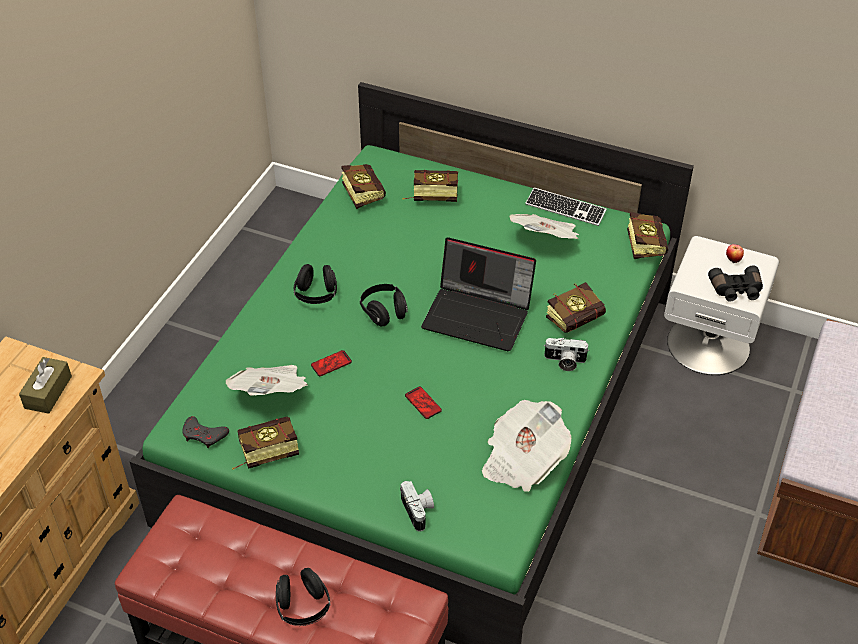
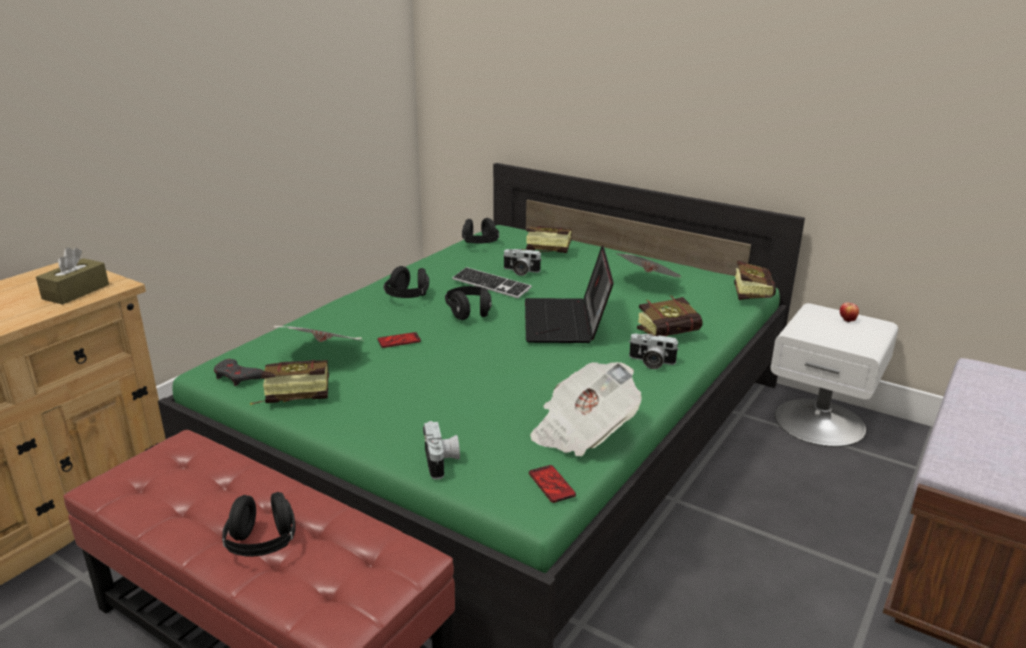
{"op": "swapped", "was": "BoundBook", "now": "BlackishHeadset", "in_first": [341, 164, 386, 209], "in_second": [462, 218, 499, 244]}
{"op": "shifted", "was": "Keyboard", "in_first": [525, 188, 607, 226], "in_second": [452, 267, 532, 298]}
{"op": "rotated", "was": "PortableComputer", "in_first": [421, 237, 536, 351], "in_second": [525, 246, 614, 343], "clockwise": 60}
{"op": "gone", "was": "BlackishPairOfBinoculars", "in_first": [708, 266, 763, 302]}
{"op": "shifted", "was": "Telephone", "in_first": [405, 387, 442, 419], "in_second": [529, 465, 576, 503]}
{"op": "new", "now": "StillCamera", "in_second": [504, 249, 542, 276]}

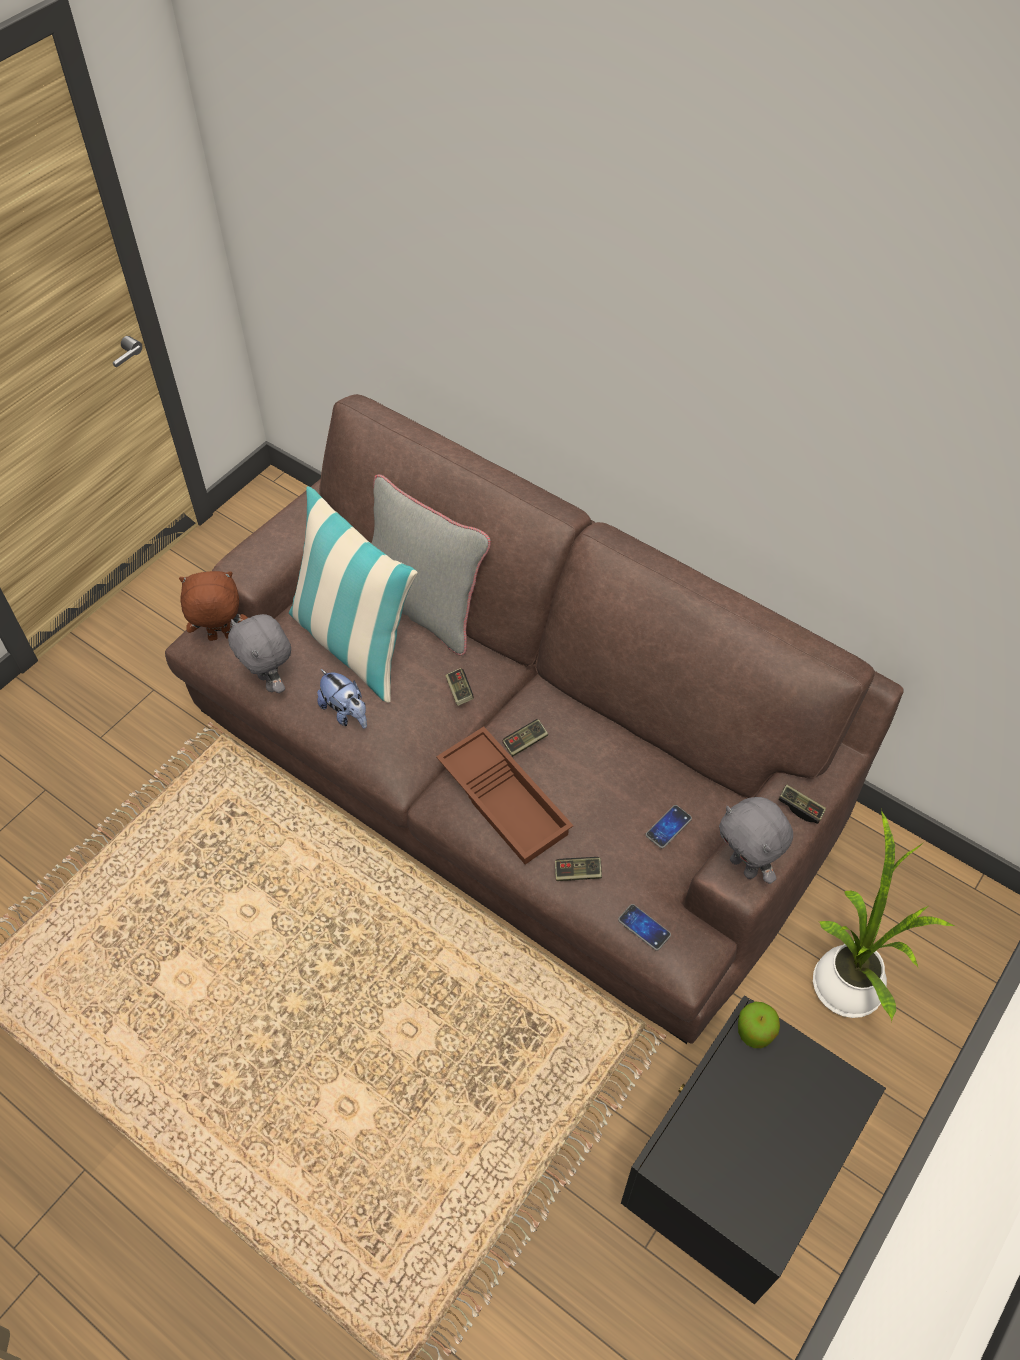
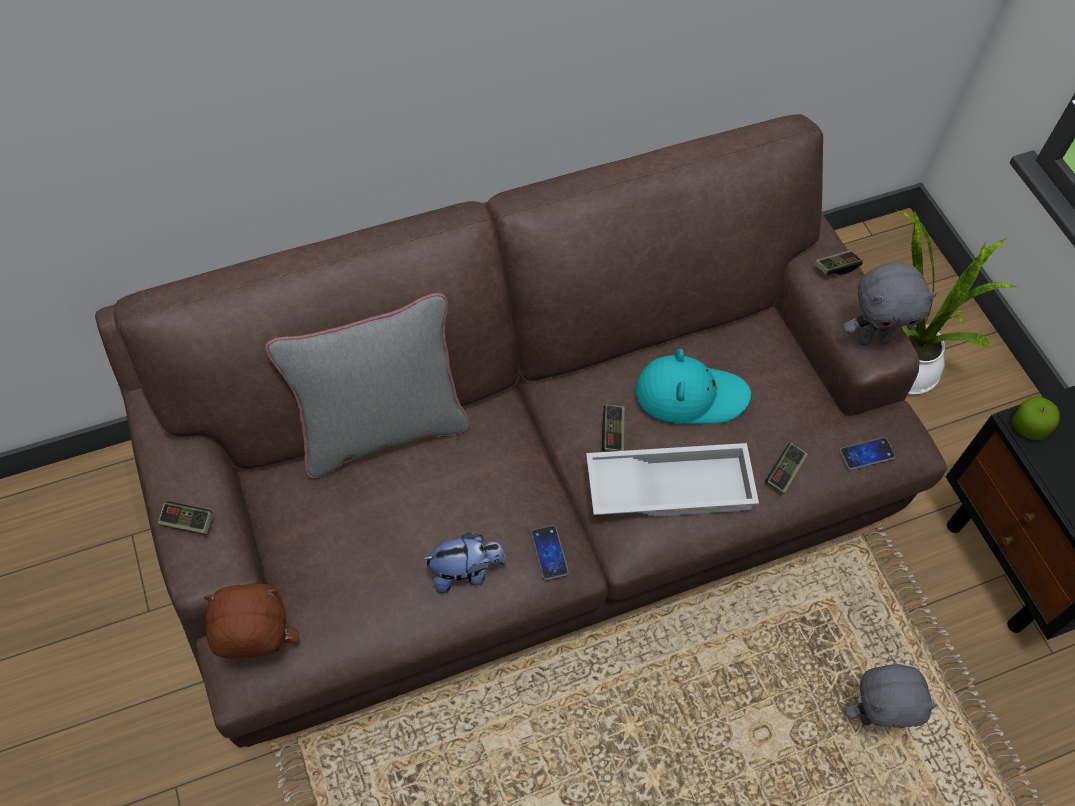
{"op": "gone", "was": "Cushion", "in_first": [289, 486, 418, 703]}
{"op": "rotated", "was": "BrownColouredSoftToy", "in_first": [179, 571, 248, 641], "in_second": [204, 583, 299, 658], "clockwise": 60}
{"op": "shifted", "was": "GreyishSoftToy", "in_first": [228, 614, 291, 693], "in_second": [845, 664, 938, 728]}
{"op": "shifted", "was": "GameController", "in_first": [445, 668, 474, 706], "in_second": [158, 501, 213, 535]}
{"op": "repainted", "was": "BrownColouredServingTray", "now": "WhiteServingTray", "in_first": [436, 727, 573, 864], "in_second": [586, 443, 759, 517]}
{"op": "shifted", "was": "Telephone", "in_first": [646, 805, 692, 848], "in_second": [531, 525, 569, 580]}
{"op": "new", "now": "BlueGreenClothingHat", "in_second": [636, 349, 751, 424]}

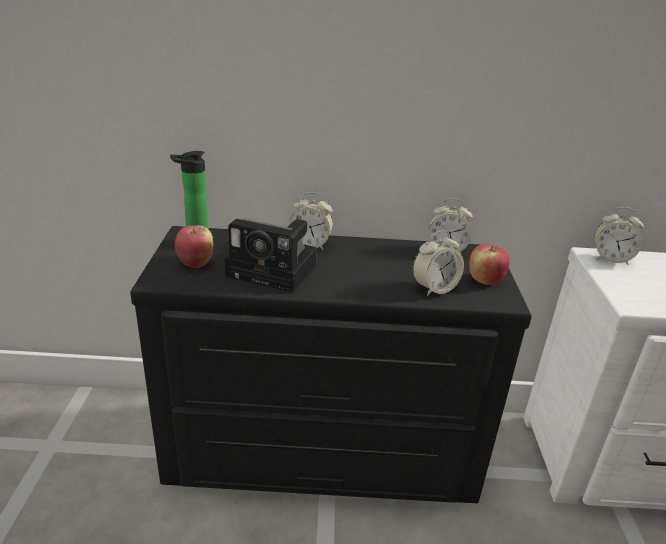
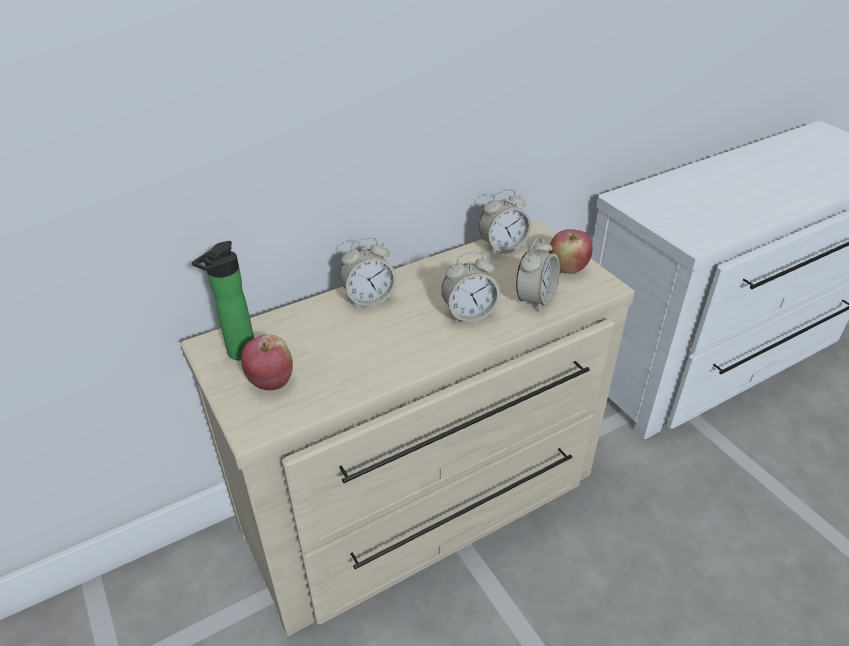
{"op": "shifted", "was": "TableClock", "in_first": [594, 207, 644, 265], "in_second": [441, 252, 500, 323]}
{"op": "gone", "was": "StillCamera", "in_first": [225, 219, 317, 292]}
{"op": "repainted", "was": "BlackishChestOfDrawers", "now": "SandColouredChestOfDrawers", "in_first": [130, 226, 532, 503], "in_second": [180, 220, 635, 636]}

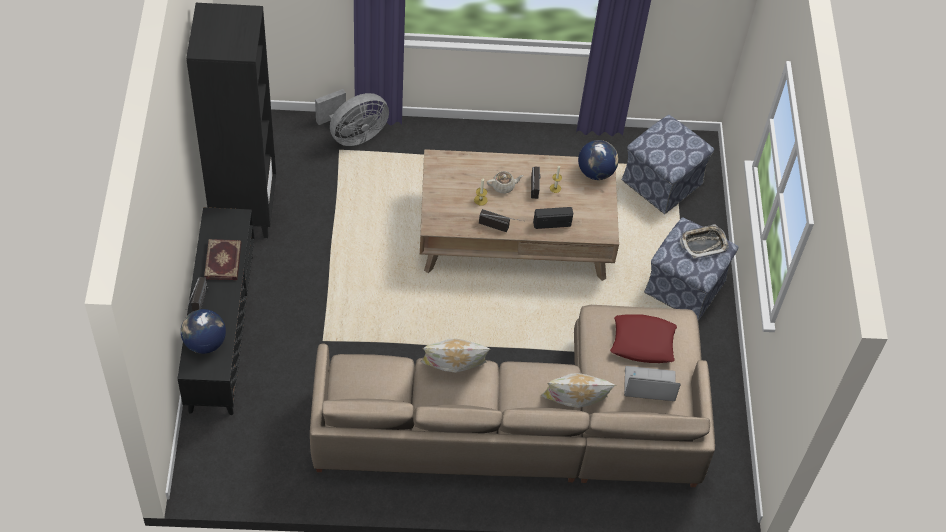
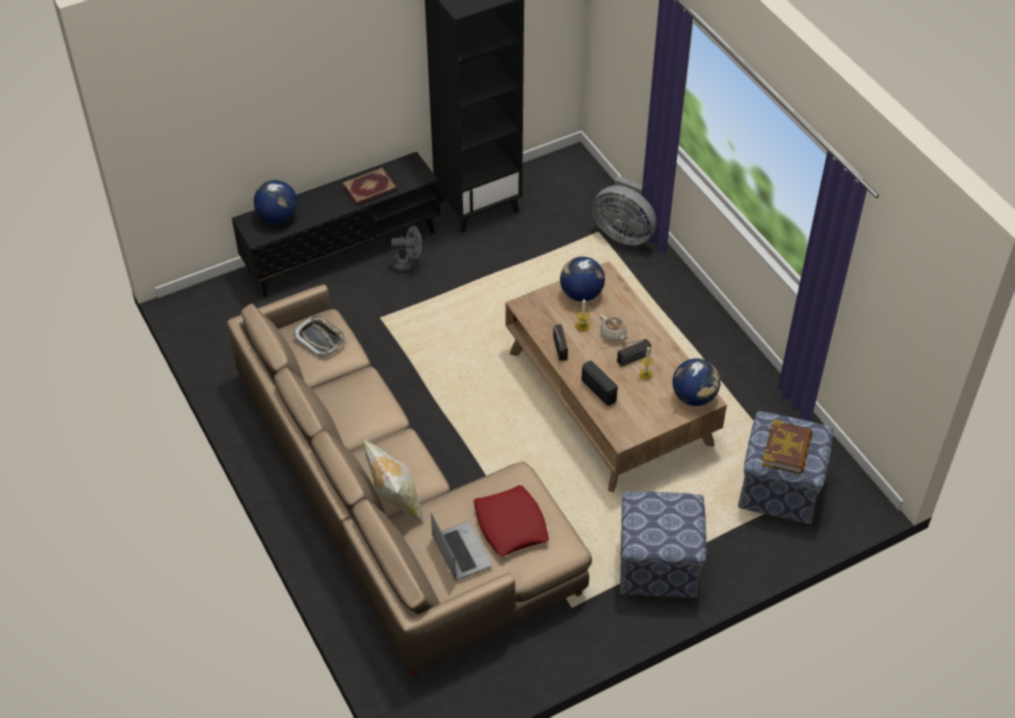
{"op": "shifted", "was": "ServingTray", "in_first": [680, 224, 729, 258], "in_second": [293, 316, 346, 357]}
{"op": "gone", "was": "Radio", "in_first": [186, 277, 209, 311]}
{"op": "gone", "was": "Cushion", "in_first": [420, 339, 491, 373]}
{"op": "new", "now": "GreyishFan", "in_second": [391, 226, 422, 274]}
{"op": "new", "now": "WorldGlobe", "in_second": [560, 257, 605, 302]}
{"op": "new", "now": "BoundBook", "in_second": [762, 419, 812, 474]}

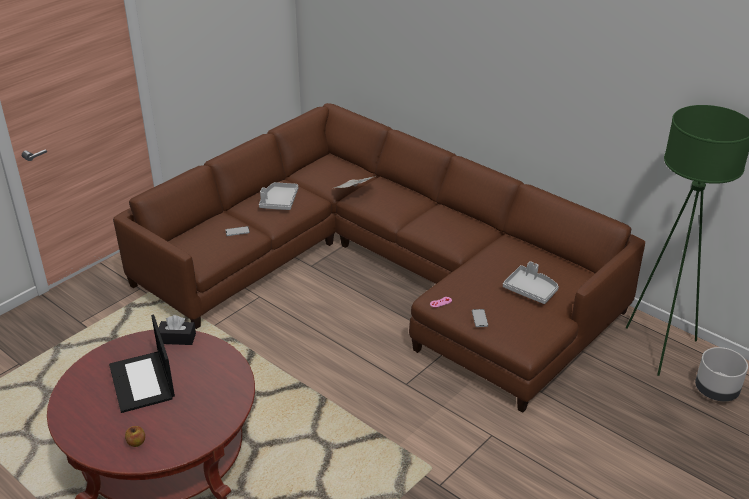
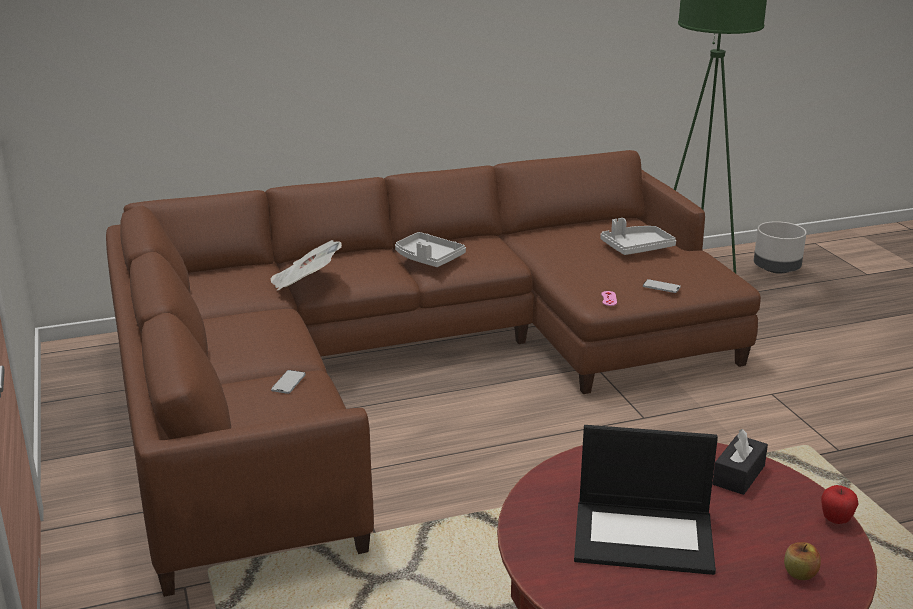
{"op": "shifted", "was": "GreyishServingTray", "in_first": [259, 182, 298, 210], "in_second": [395, 232, 466, 267]}
{"op": "shifted", "was": "BlackishTissueBox", "in_first": [159, 315, 196, 345], "in_second": [713, 429, 768, 495]}
{"op": "new", "now": "Apple", "in_second": [821, 485, 858, 524]}

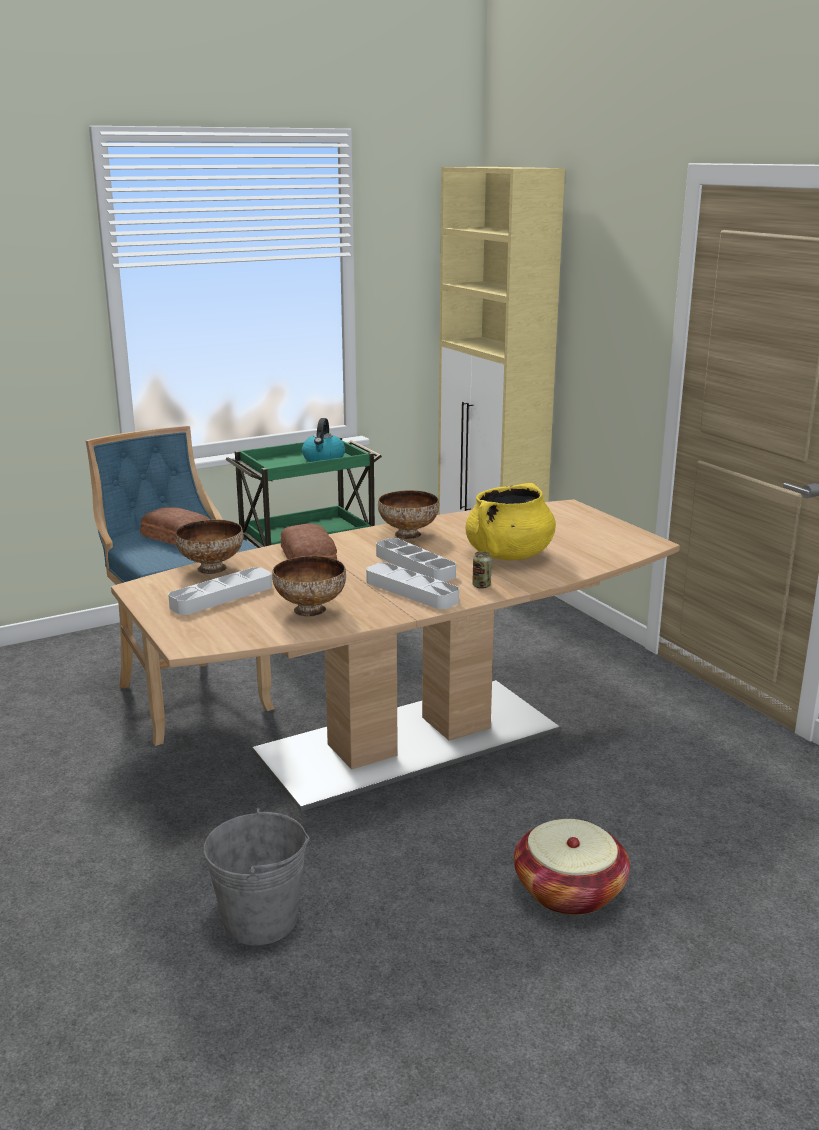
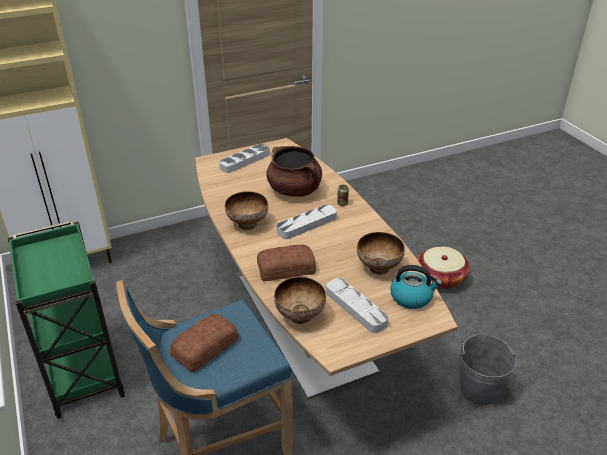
{"op": "shifted", "was": "TeaKettle", "in_first": [302, 418, 345, 462], "in_second": [390, 265, 442, 309]}
{"op": "repainted", "was": "YellowishSaucepot", "now": "BrownColouredSaucepot", "in_first": [465, 483, 556, 560], "in_second": [266, 146, 322, 197]}
{"op": "shifted", "was": "GreyishServingTray", "in_first": [366, 562, 459, 609], "in_second": [219, 143, 270, 173]}

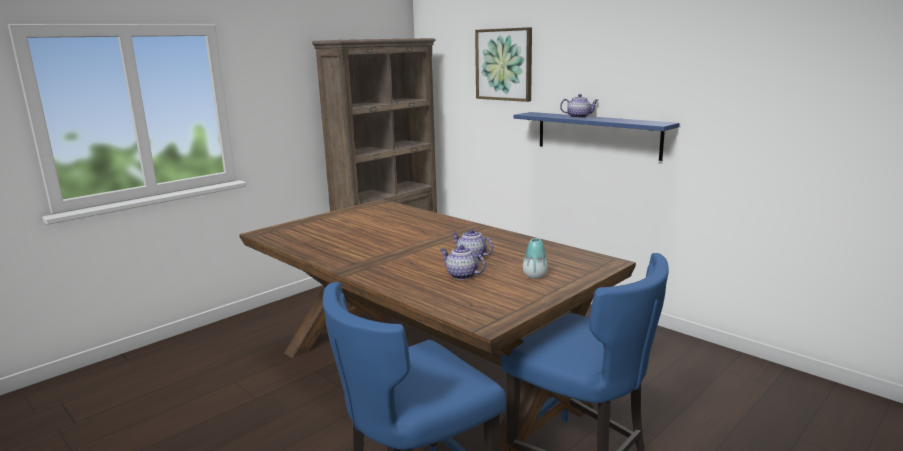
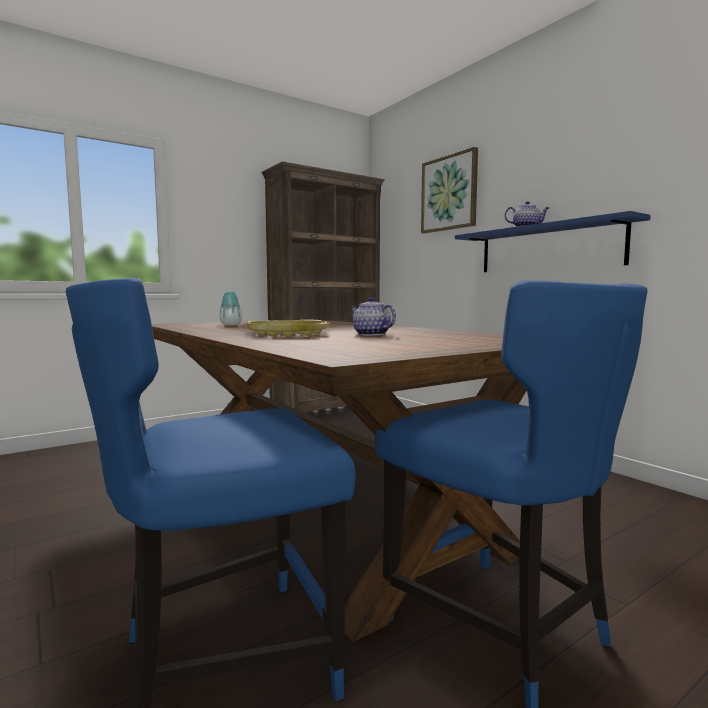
{"op": "shifted", "was": "FlowerVase", "in_first": [523, 238, 548, 279], "in_second": [219, 291, 242, 326]}
{"op": "gone", "was": "TeaPot", "in_first": [440, 245, 485, 280]}
{"op": "new", "now": "YellowishServingTray", "in_second": [247, 320, 330, 337]}

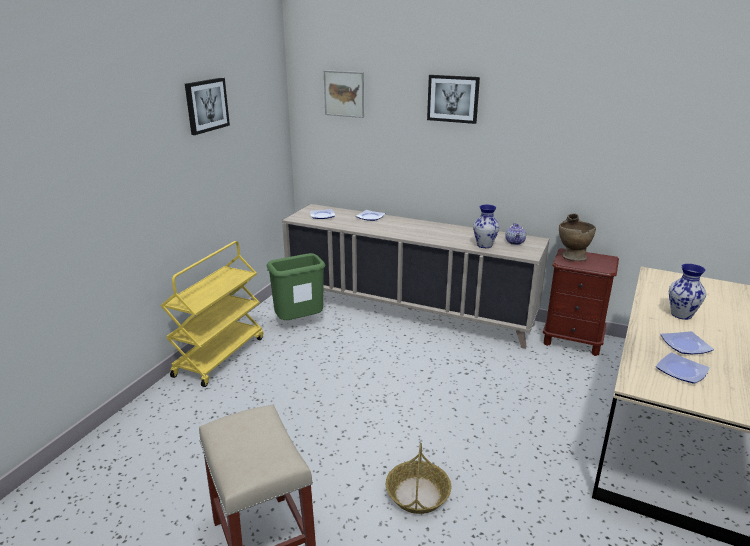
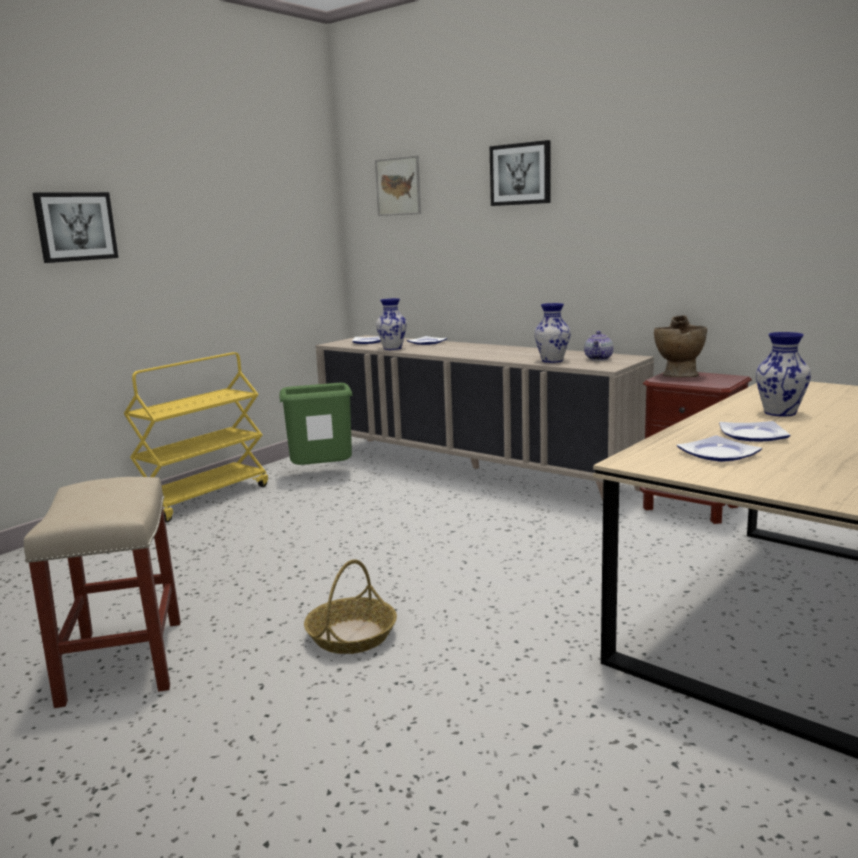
{"op": "shifted", "was": "WallPicture", "in_first": [185, 78, 230, 135], "in_second": [33, 192, 118, 263]}
{"op": "new", "now": "FlowerVase", "in_second": [376, 298, 407, 350]}

